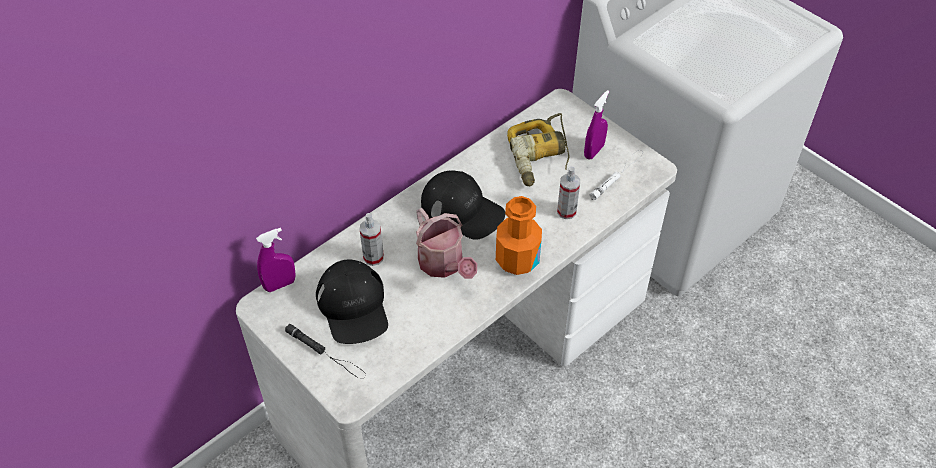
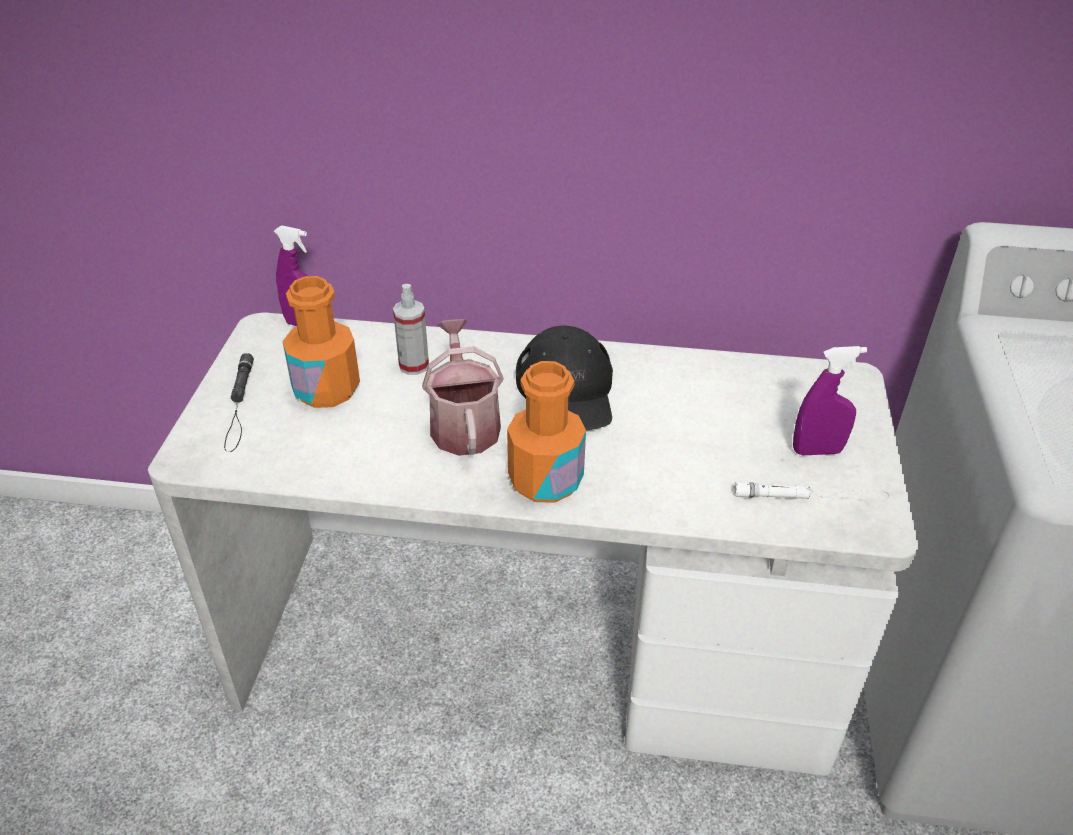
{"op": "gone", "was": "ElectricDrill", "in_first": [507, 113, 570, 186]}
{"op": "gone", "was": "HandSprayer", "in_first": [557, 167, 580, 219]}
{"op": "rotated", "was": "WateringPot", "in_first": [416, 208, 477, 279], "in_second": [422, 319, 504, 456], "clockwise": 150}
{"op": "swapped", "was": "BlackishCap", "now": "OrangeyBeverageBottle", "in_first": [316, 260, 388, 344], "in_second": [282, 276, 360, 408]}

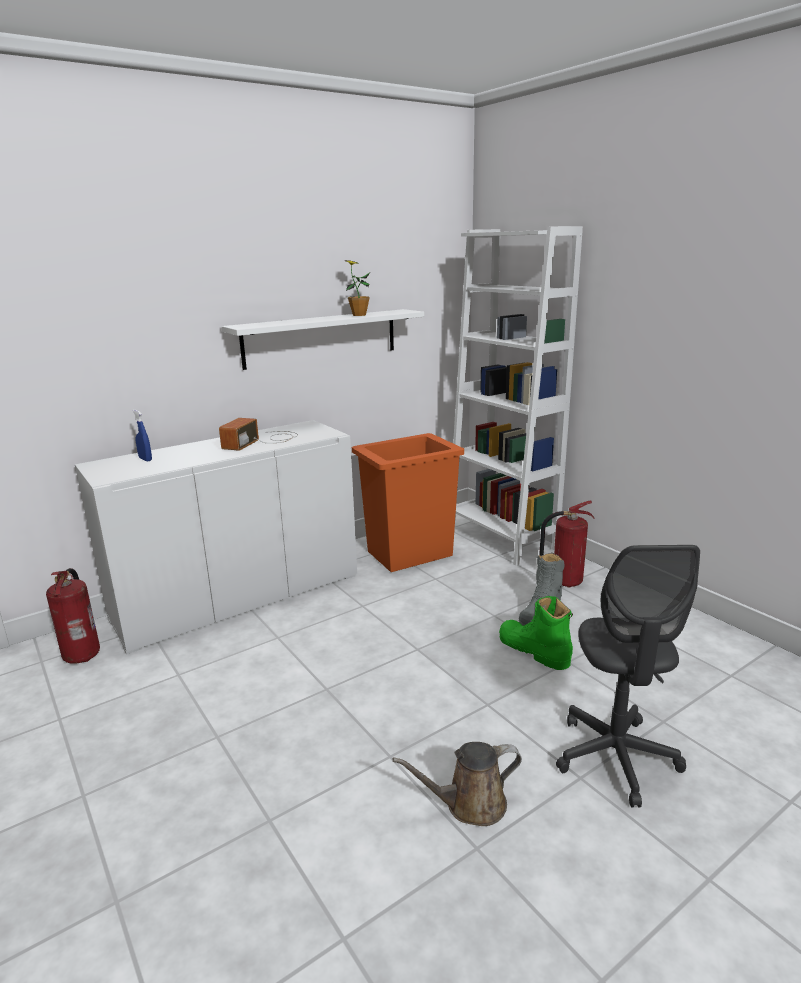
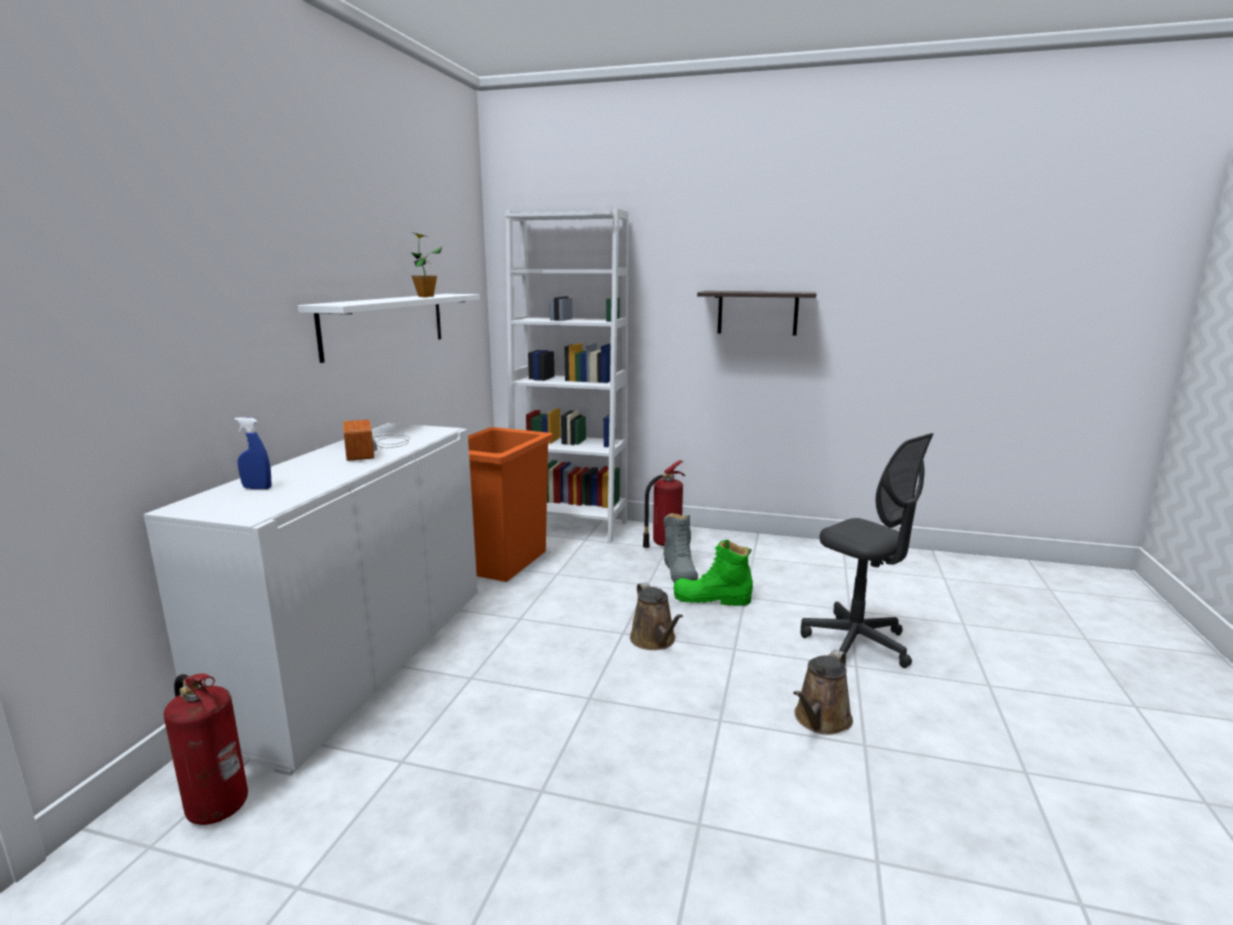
{"op": "new", "now": "Shelf", "in_second": [697, 291, 816, 335]}
{"op": "new", "now": "BrownColouredWateringPot", "in_second": [630, 582, 683, 650]}

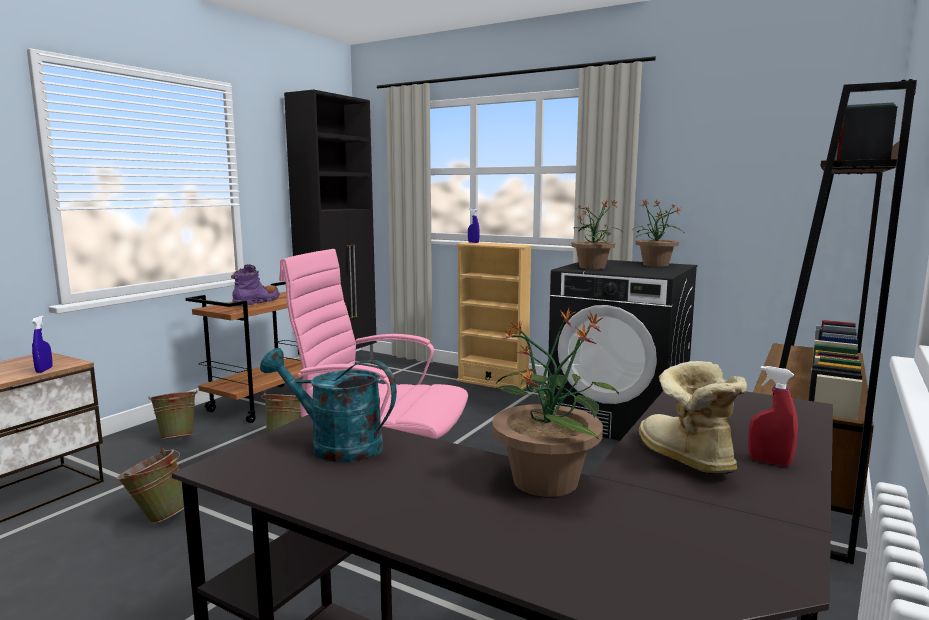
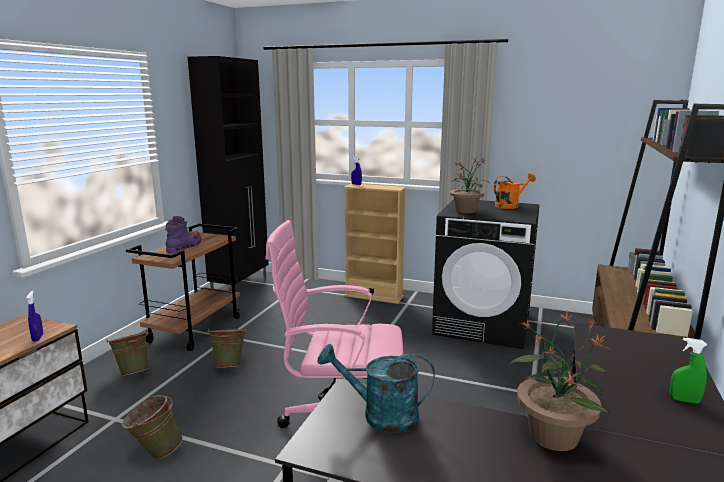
{"op": "swapped", "was": "PottedPlant", "now": "OrangeyWateringPot", "in_first": [632, 200, 685, 267], "in_second": [494, 173, 536, 209]}
{"op": "gone", "was": "Boot", "in_first": [639, 361, 747, 475]}
{"op": "repainted", "was": "ReddishHandSprayer", "now": "GreenColouredHandSprayer", "in_first": [748, 366, 798, 466], "in_second": [670, 338, 707, 404]}

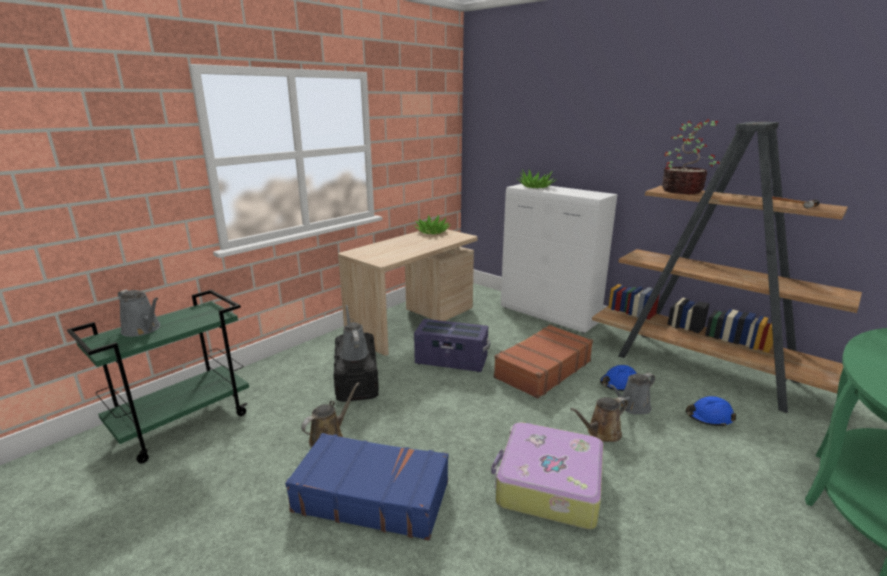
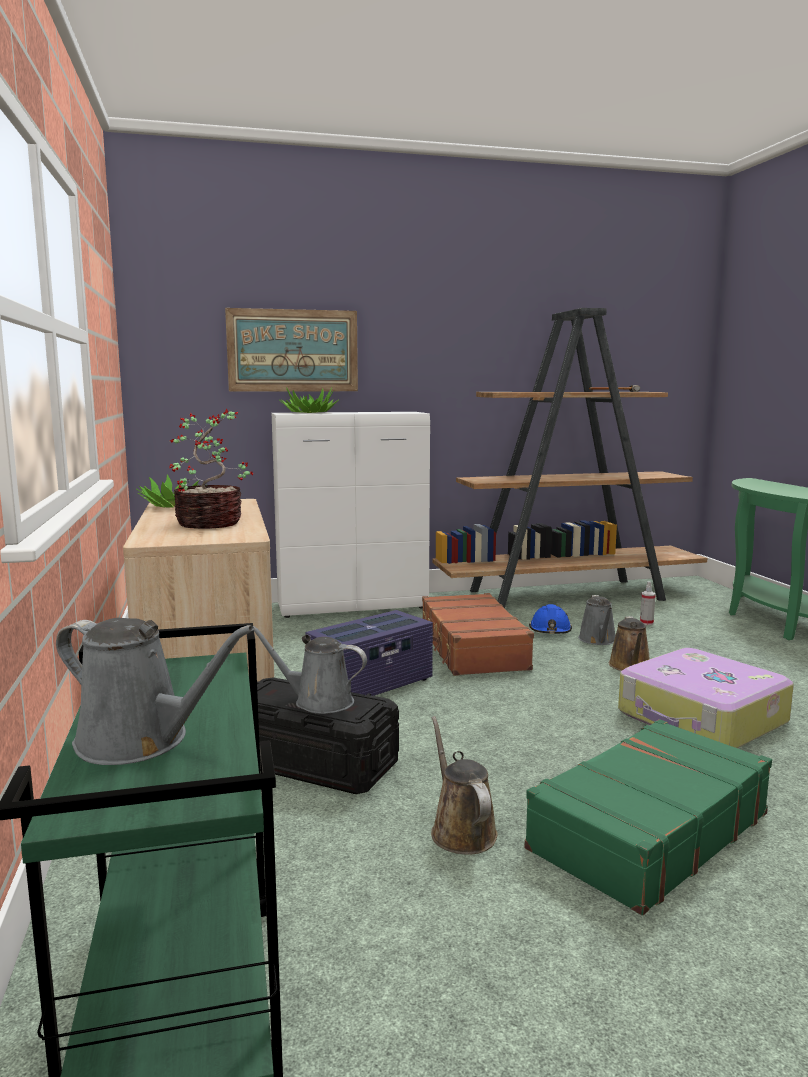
{"op": "shifted", "was": "PottedPlant", "in_first": [662, 119, 720, 194], "in_second": [169, 409, 254, 529]}
{"op": "rotated", "was": "GreyishWateringPot", "in_first": [118, 290, 160, 337], "in_second": [56, 618, 254, 765], "clockwise": 45}
{"op": "swapped", "was": "BlueColouredSafetyHelmet", "now": "HandSprayer", "in_first": [686, 396, 736, 427], "in_second": [640, 581, 656, 625]}
{"op": "repainted", "was": "BlueColouredSuitcase", "now": "GreenColouredSuitcase", "in_first": [285, 433, 448, 541], "in_second": [524, 719, 772, 915]}
{"op": "new", "now": "WallPicture", "in_second": [225, 308, 358, 392]}

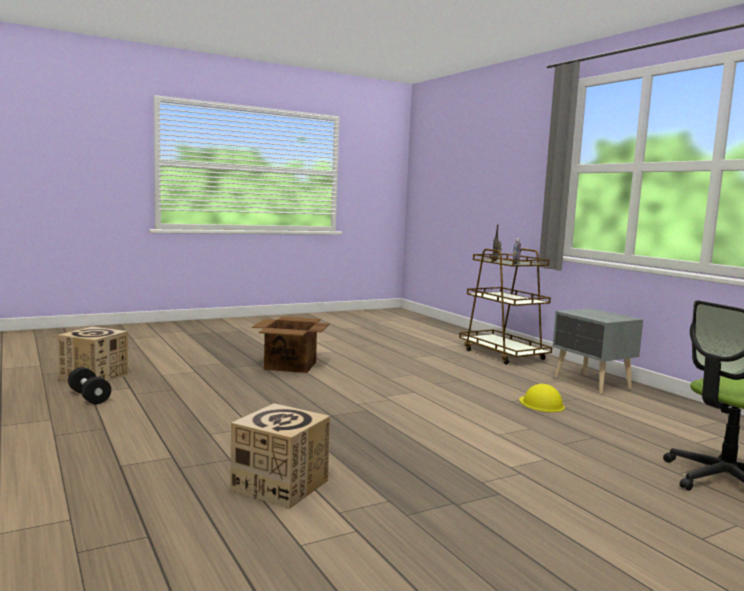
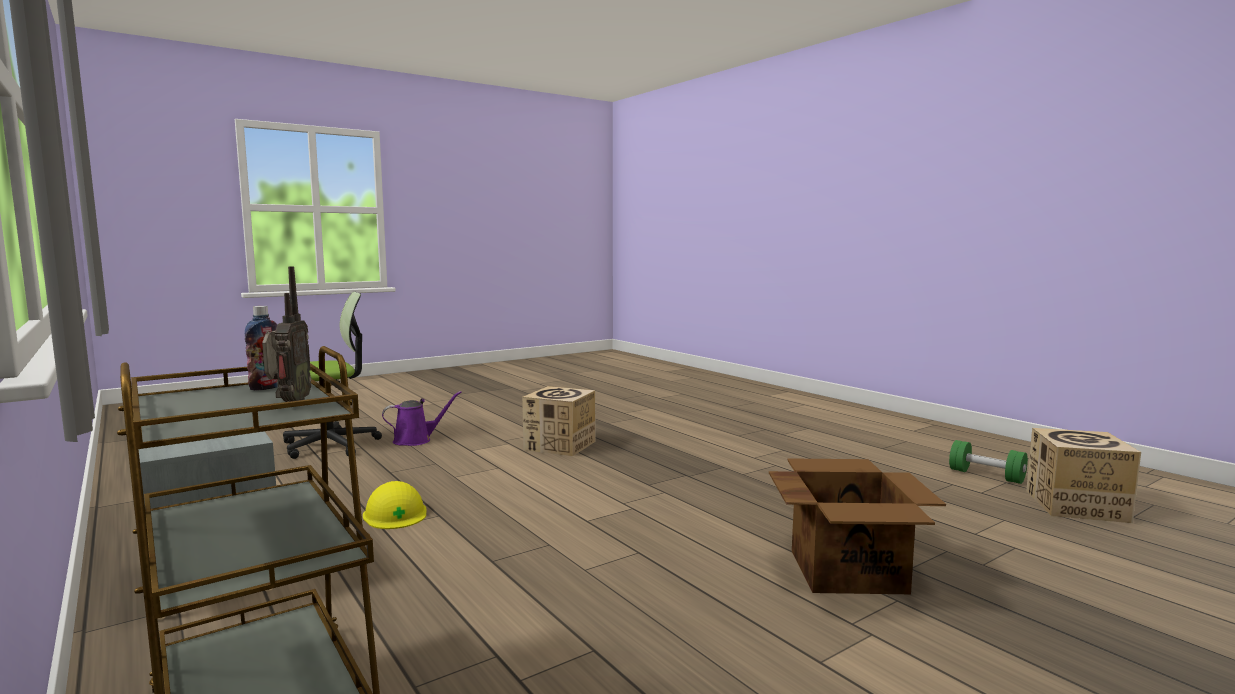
{"op": "repainted", "was": "BlackishDumbbell", "now": "GreenColouredDumbbell", "in_first": [68, 367, 111, 404], "in_second": [949, 440, 1028, 484]}
{"op": "shifted", "was": "Carton", "in_first": [230, 403, 330, 509], "in_second": [522, 386, 596, 456]}
{"op": "new", "now": "PurpleColouredWateringPot", "in_second": [382, 391, 462, 446]}

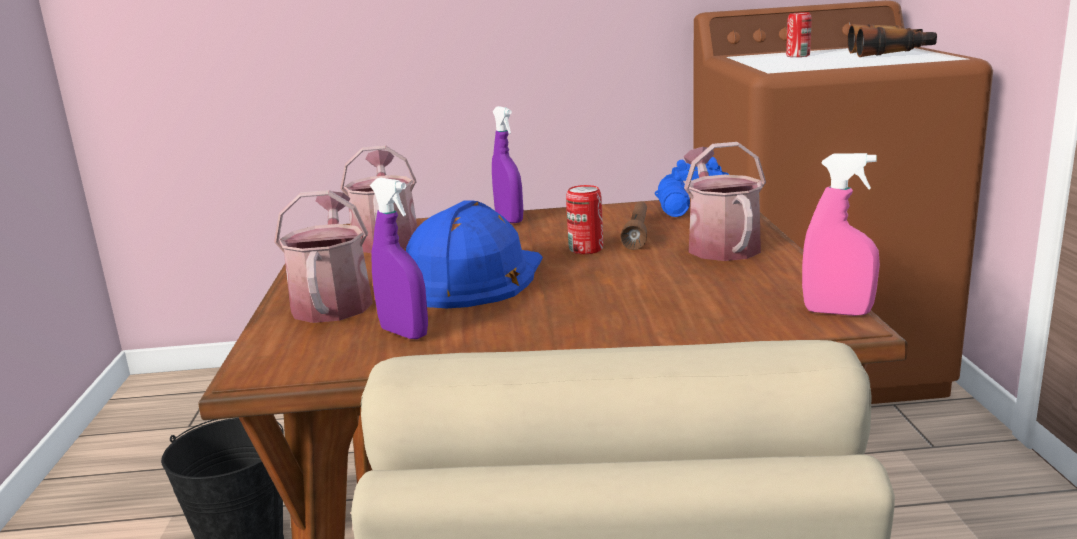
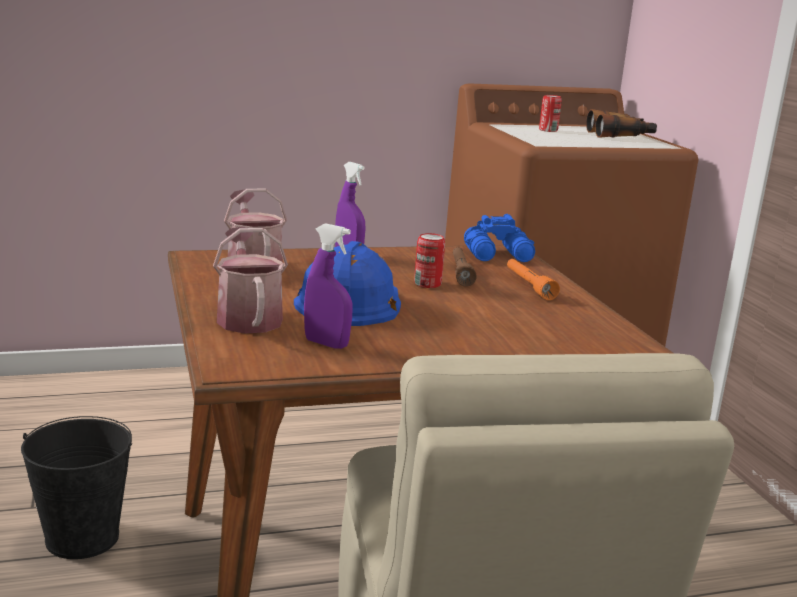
{"op": "swapped", "was": "WateringPot", "now": "OrangeyHandTorch", "in_first": [684, 142, 766, 261], "in_second": [507, 259, 560, 300]}
{"op": "gone", "was": "PinkColouredHandSprayer", "in_first": [802, 153, 880, 316]}

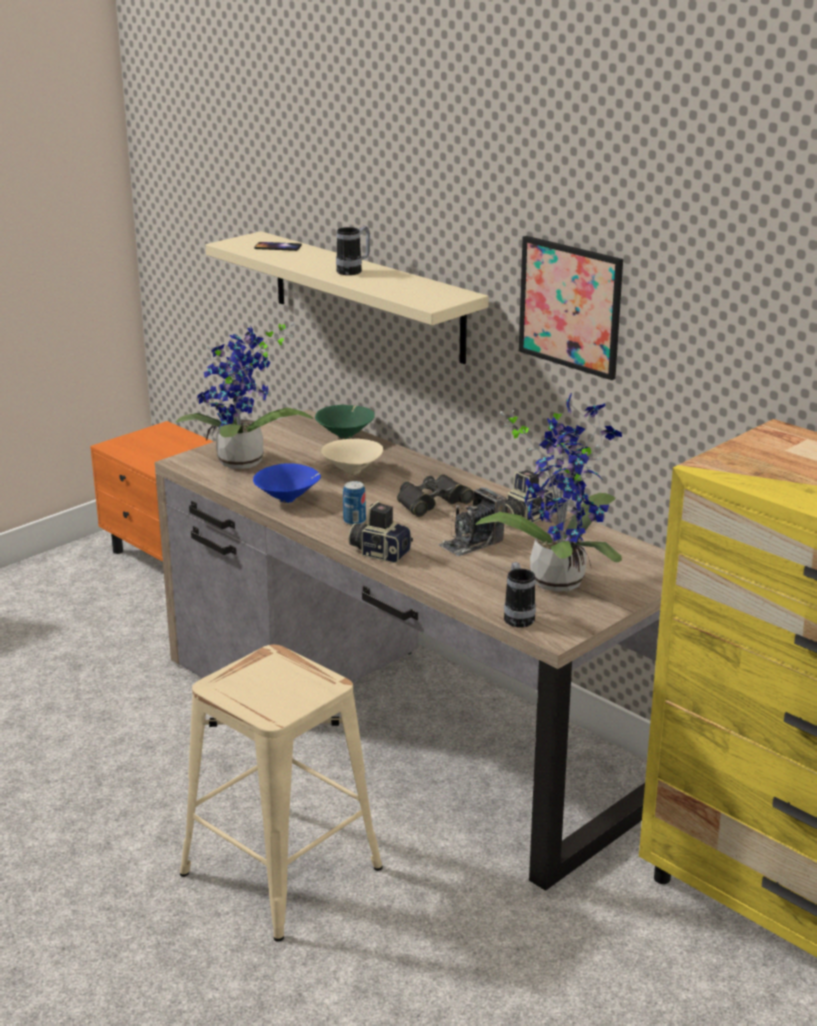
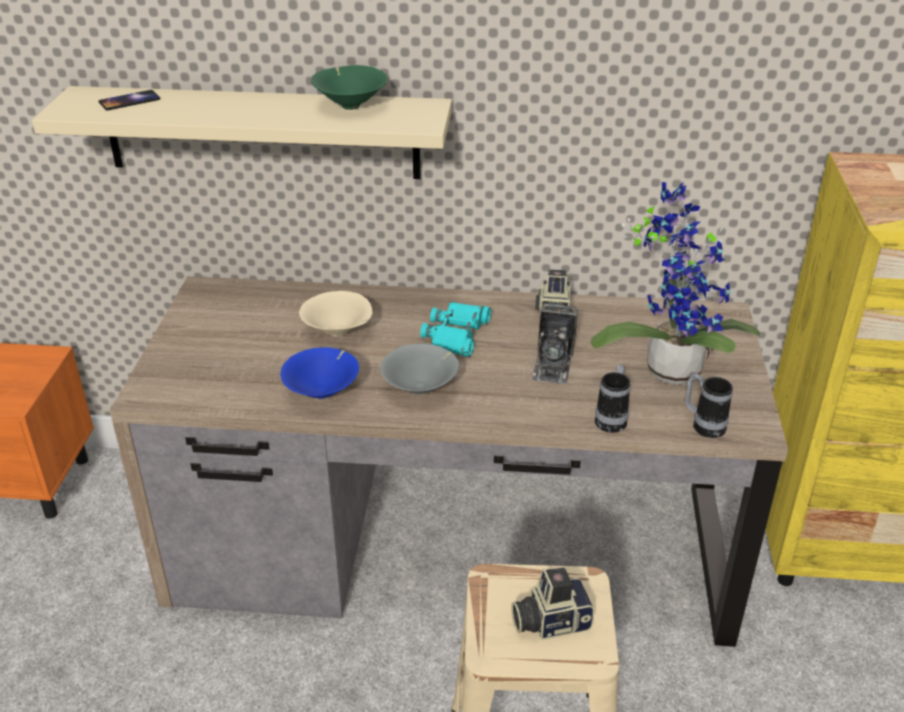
{"op": "shifted", "was": "TeaMug", "in_first": [336, 226, 370, 275], "in_second": [595, 364, 630, 433]}
{"op": "gone", "was": "WallPicture", "in_first": [519, 236, 623, 380]}
{"op": "gone", "was": "PottedPlant", "in_first": [176, 322, 313, 469]}
{"op": "shifted", "was": "GreenColouredBowl", "in_first": [315, 405, 375, 439], "in_second": [311, 65, 387, 110]}
{"op": "repainted", "was": "BlackishPairOfBinoculars", "now": "BlueGreenPairOfBinoculars", "in_first": [397, 474, 474, 517], "in_second": [420, 302, 491, 357]}
{"op": "swapped", "was": "MetalCan", "now": "GreyishBowl", "in_first": [343, 481, 366, 525], "in_second": [380, 344, 459, 395]}
{"op": "shifted", "was": "StillCamera", "in_first": [348, 501, 413, 563], "in_second": [511, 568, 594, 640]}

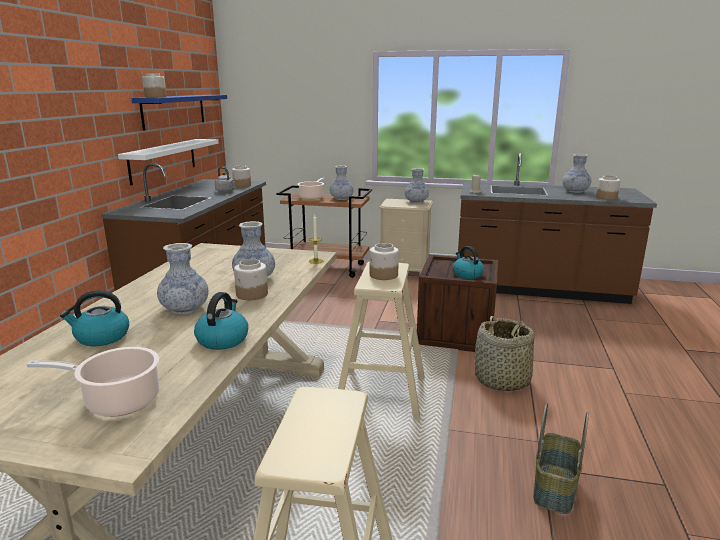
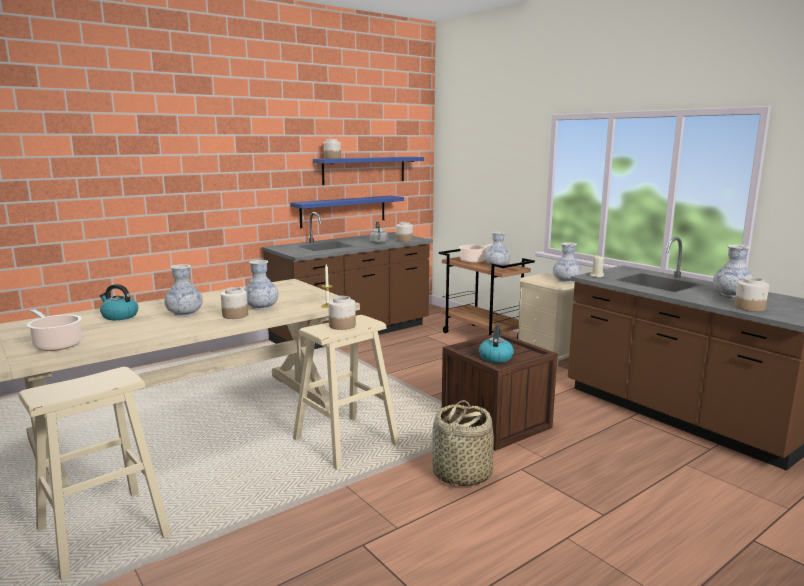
{"op": "repainted", "was": "WhiteShelf", "now": "BlueColouredShelf", "in_first": [118, 139, 219, 185], "in_second": [290, 196, 404, 228]}
{"op": "gone", "was": "TeaKettle", "in_first": [194, 292, 248, 350]}
{"op": "gone", "was": "HouseholdBasket", "in_first": [533, 403, 589, 514]}

